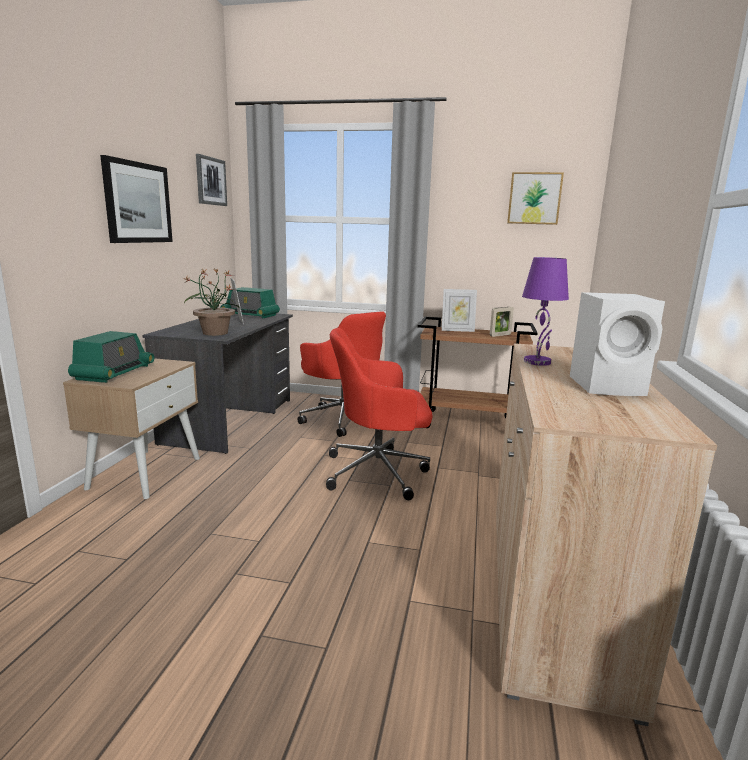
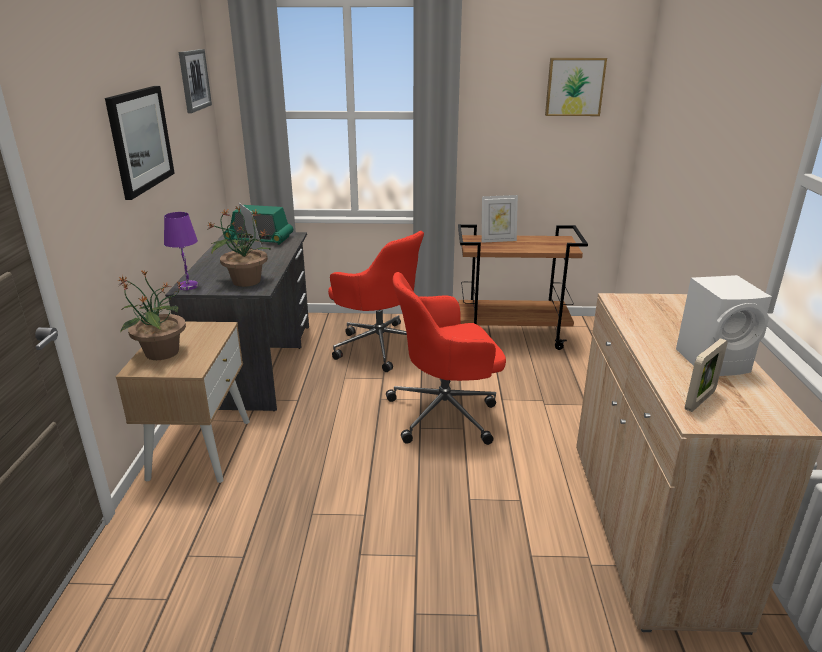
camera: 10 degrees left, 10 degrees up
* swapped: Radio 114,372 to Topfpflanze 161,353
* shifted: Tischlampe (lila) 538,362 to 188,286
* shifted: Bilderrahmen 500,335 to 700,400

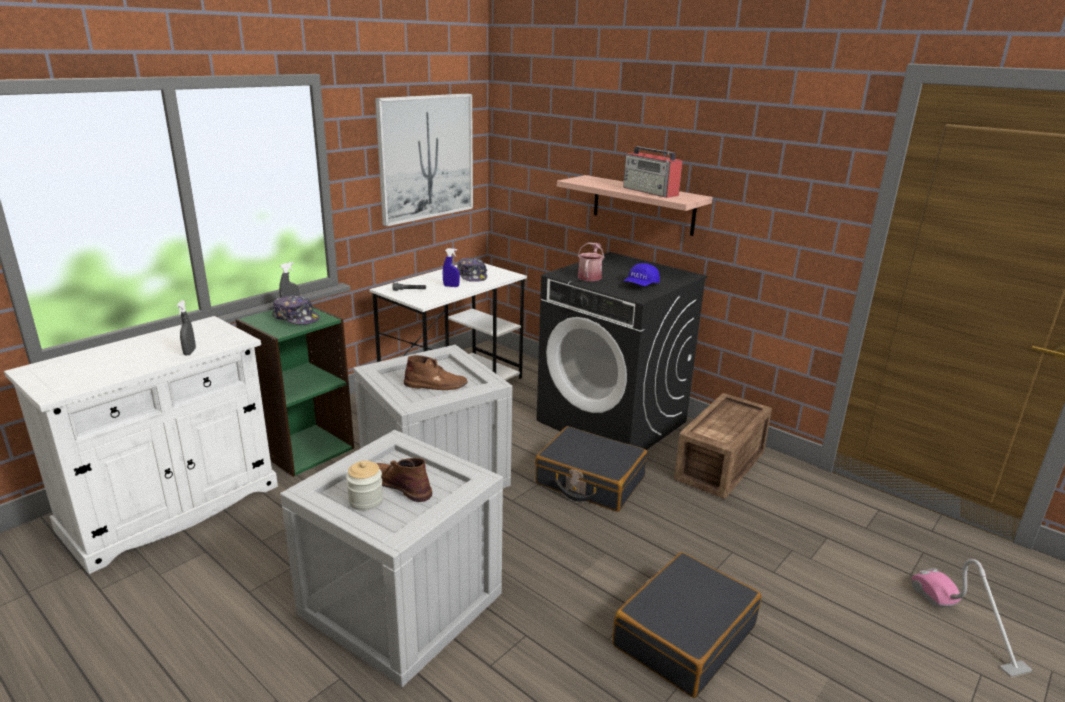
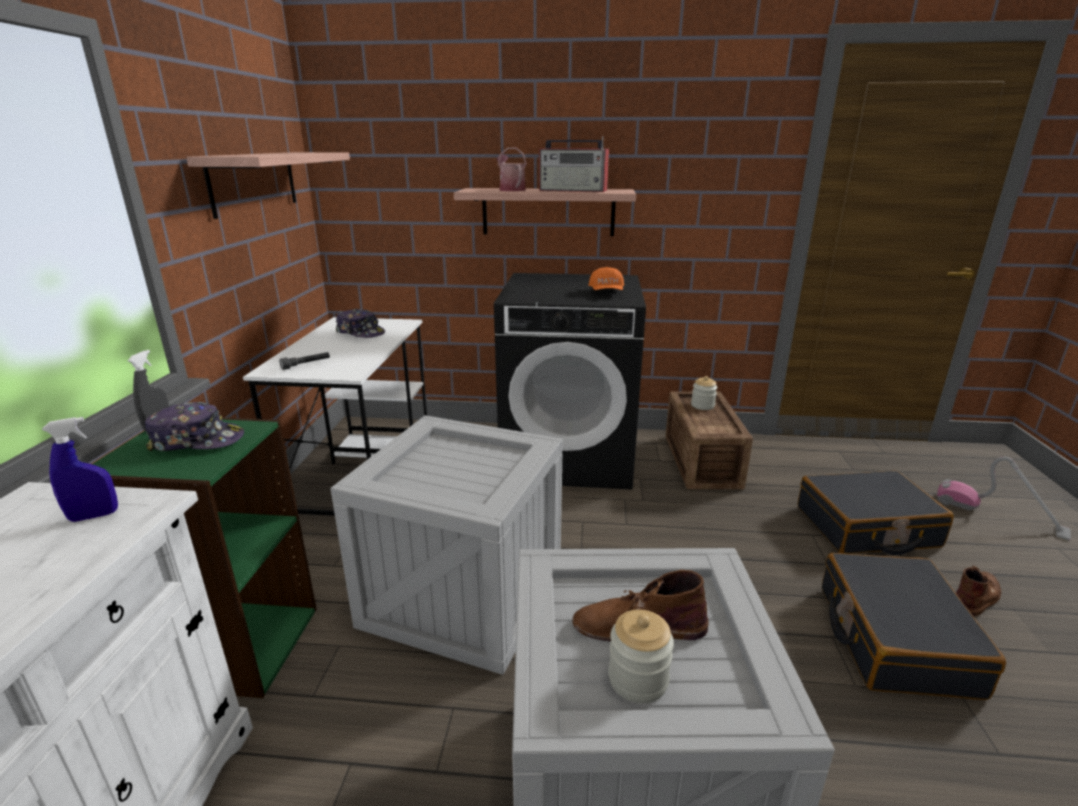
camera: 35 degrees left, 0 degrees up
* shifted: Sprühflasche (blau) 451,286 to 94,516
* swapped: Bild 426,157 to Wandregal 254,182
* shifted: Gießkanne 590,276 to 511,189
* repainted: Kappe (blau) 640,285 to Kappe (orange) 606,292
* new: Vorratsglas 702,405
* shifted: Koffer (schwarz) 589,481 to 866,527
* shifted: Stiefel (braun) 436,385 to 975,597
* gone: Sprühflasche (grau) 190,352

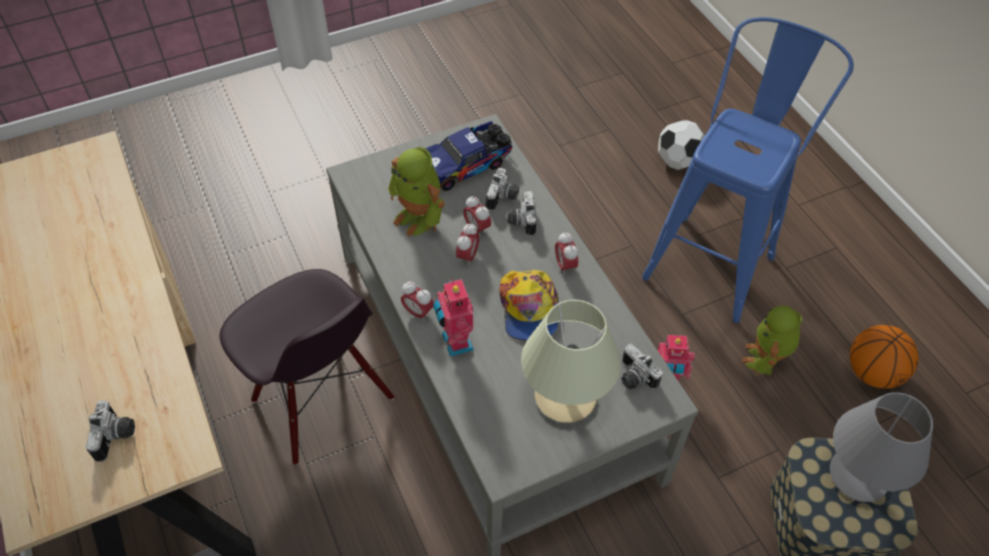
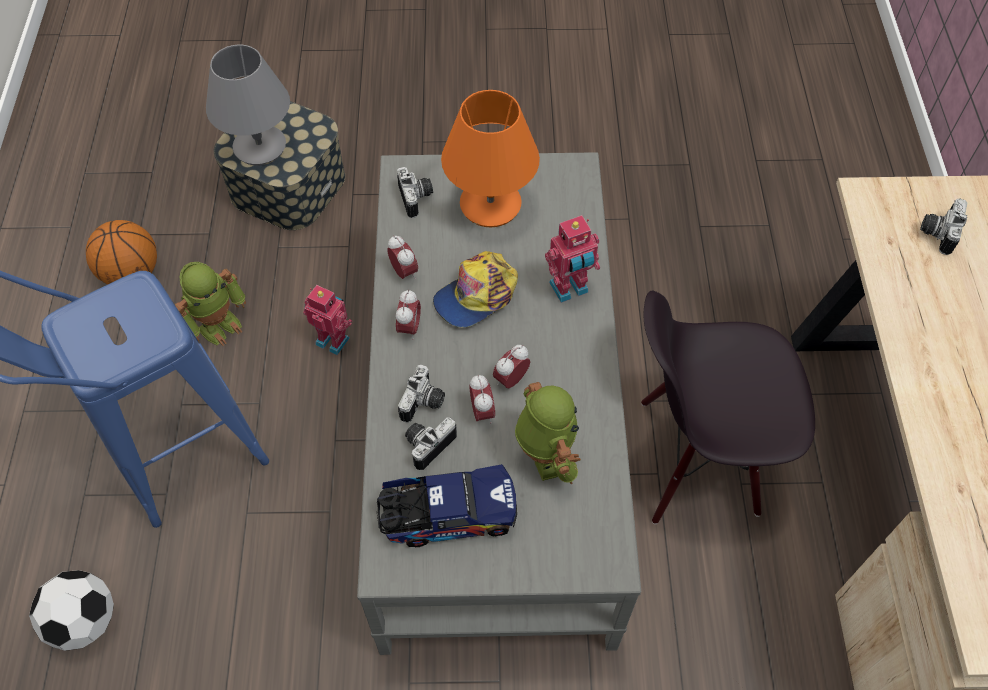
camera: 155 degrees left, 5 degrees up
* shifted: Wecker 418,312 to 404,272
* rotated: Kappe 529,309 = 476,295 150 degrees counterclockwise
* repainted: Tischlampe (beige) 564,397 to Tischlampe (orange) 491,205
* rotated: Spielzeugroboter 455,342 = 570,289 60 degrees clockwise
* rotated: Stuhl (schwarz) 321,401 = 697,459 75 degrees counterclockwise

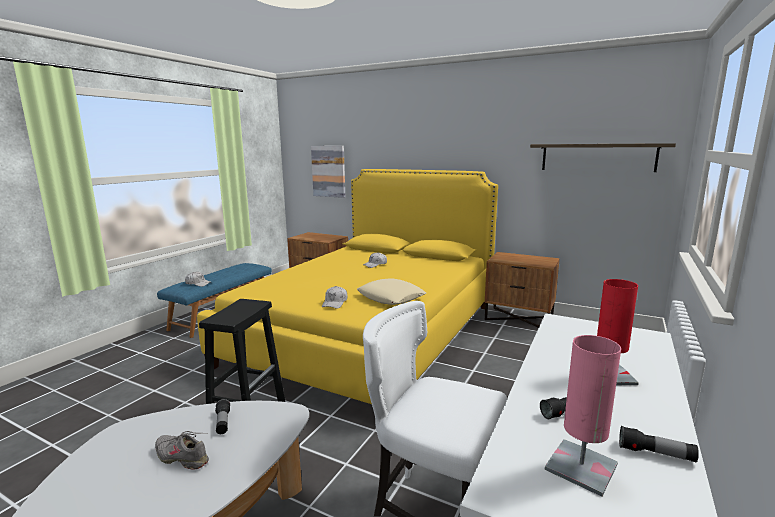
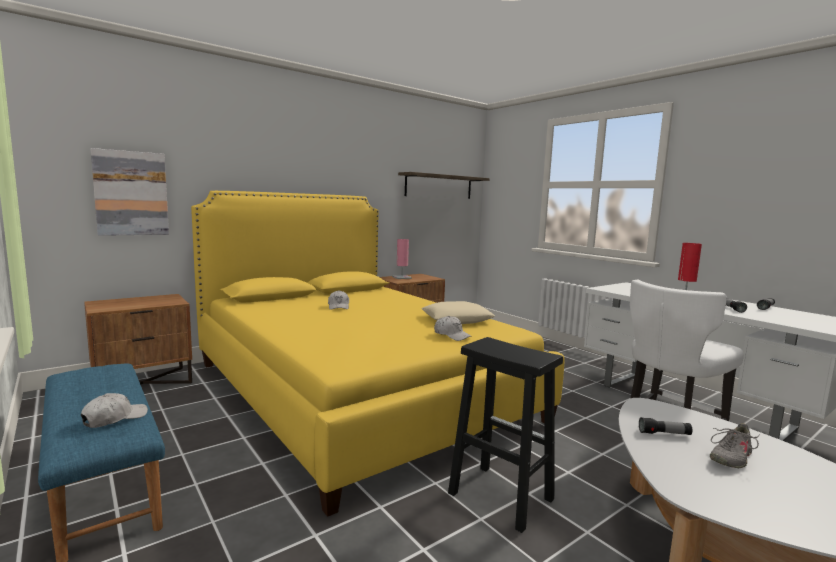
camera: 65 degrees left, 5 degrees down
* shifted: Tischlampe (rosa) 581,467 to 401,277

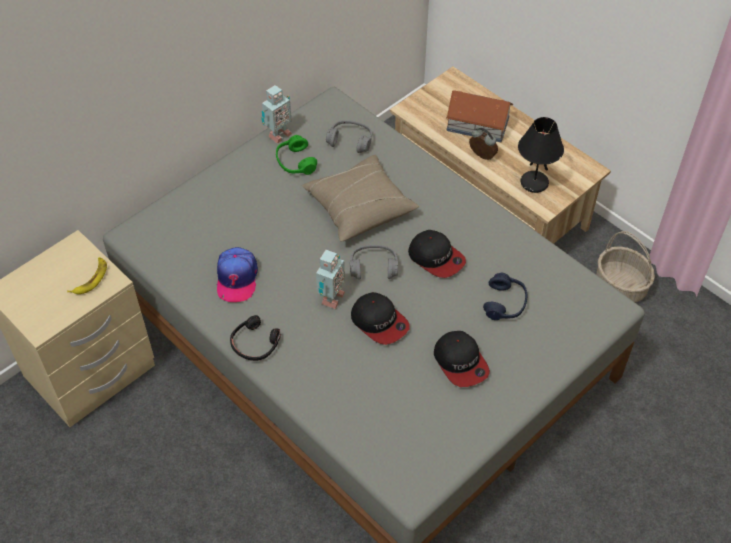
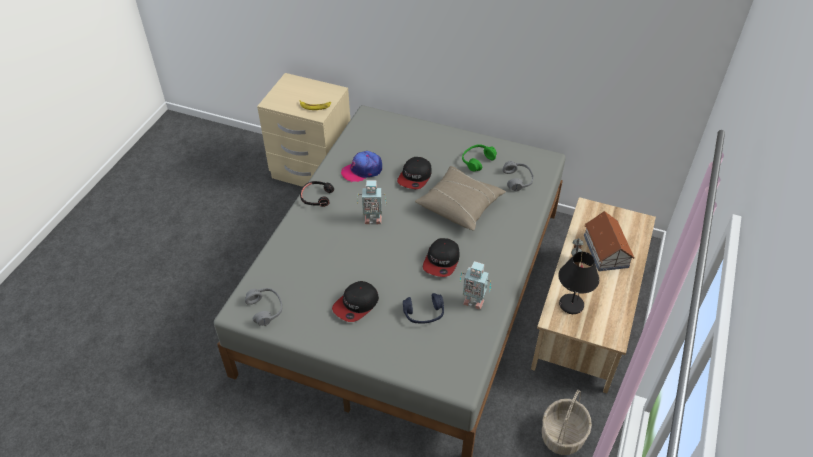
camera: 65 degrees right, 5 degrees down
* shifted: Kopfhörer (grau) 373,267 to 265,309
* shifted: Kappe 379,322 to 415,177
* shifted: Spielzeugroboter 278,135 to 473,301

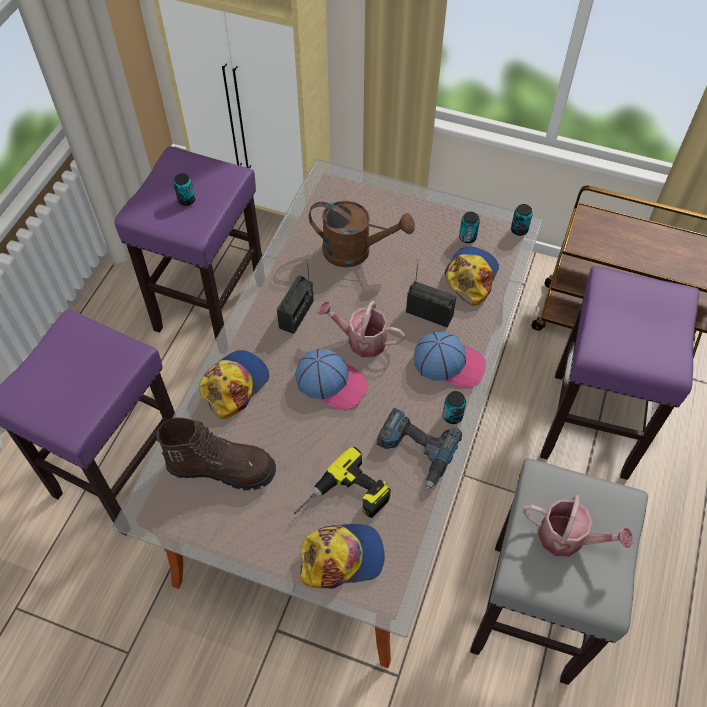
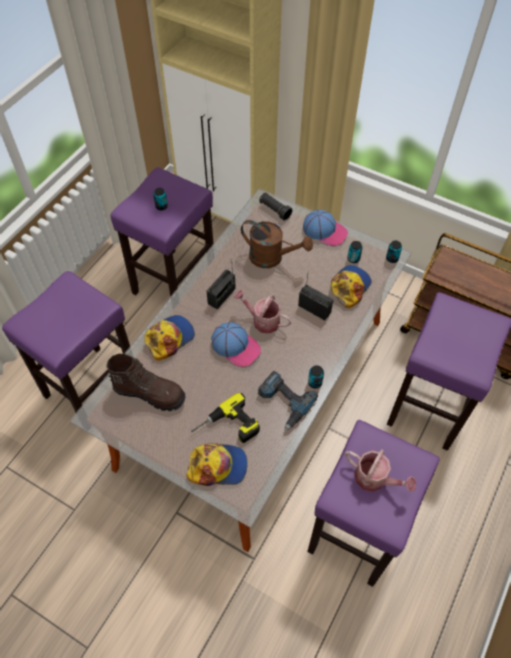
camera: 10 degrees right, 0 degrees up
* new: Taschenlampe (schwarz) 274,210
* shifted: Kappe 449,363 to 325,231
* repainted: Hocker (grau) 531,612 to Hocker (lila) 356,532

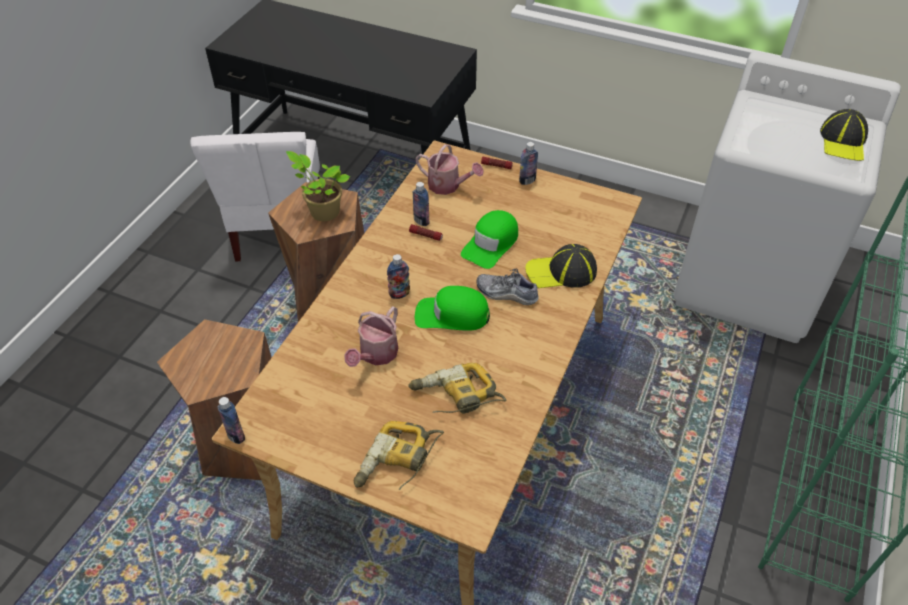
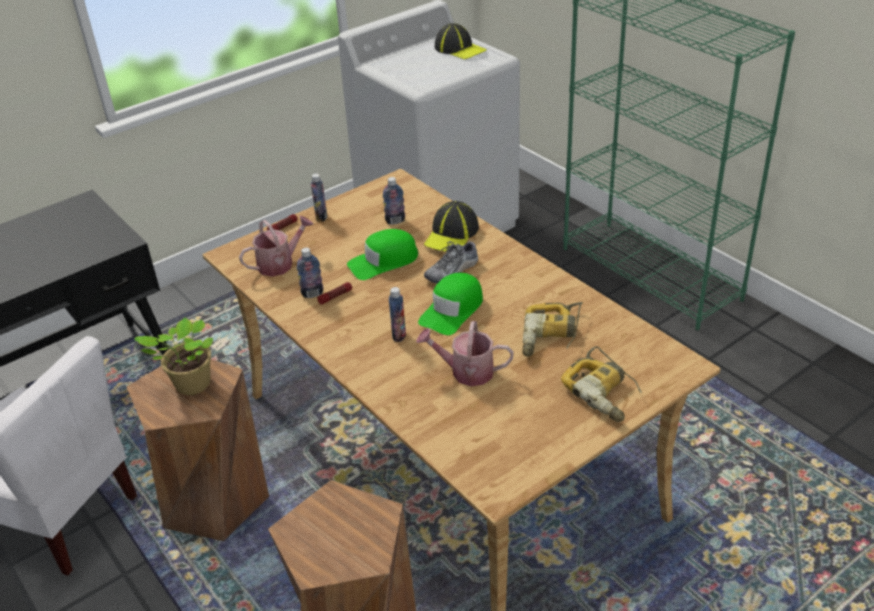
camera: 60 degrees left, 10 degrees down
* rotated: Kappe (grün) 491,244 = 383,261 90 degrees clockwise
* shifted: Flasche 236,435 to 395,221
* rotated: Gießkanne 376,355 = 466,371 135 degrees clockwise

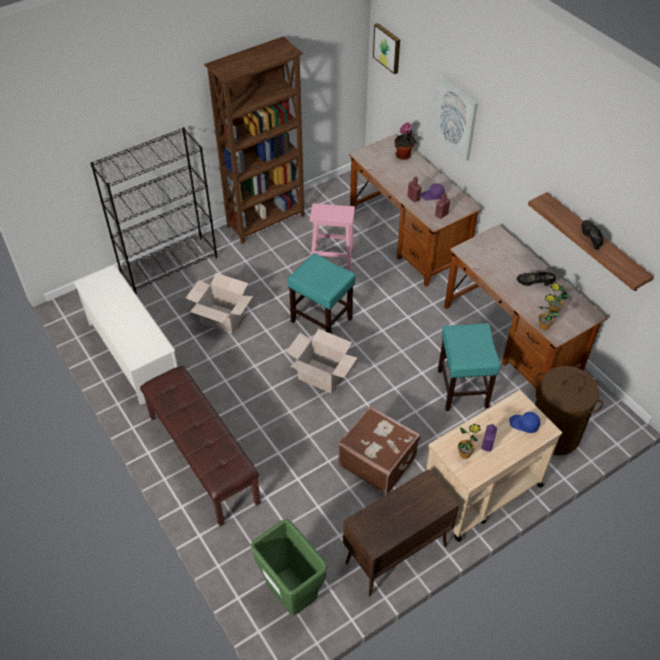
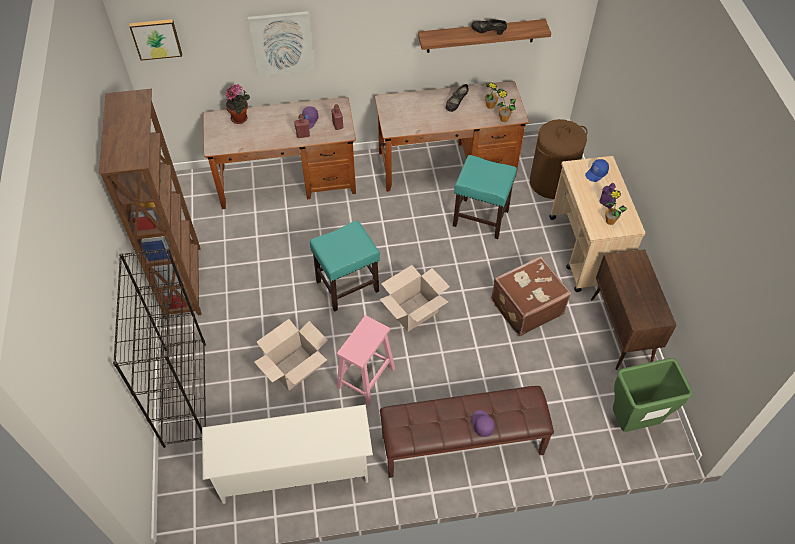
camera: 65 degrees left, 5 degrees up
* shifted: Hocker (rosa) 331,258 to 365,378
* new: Kappe (lila) 482,424

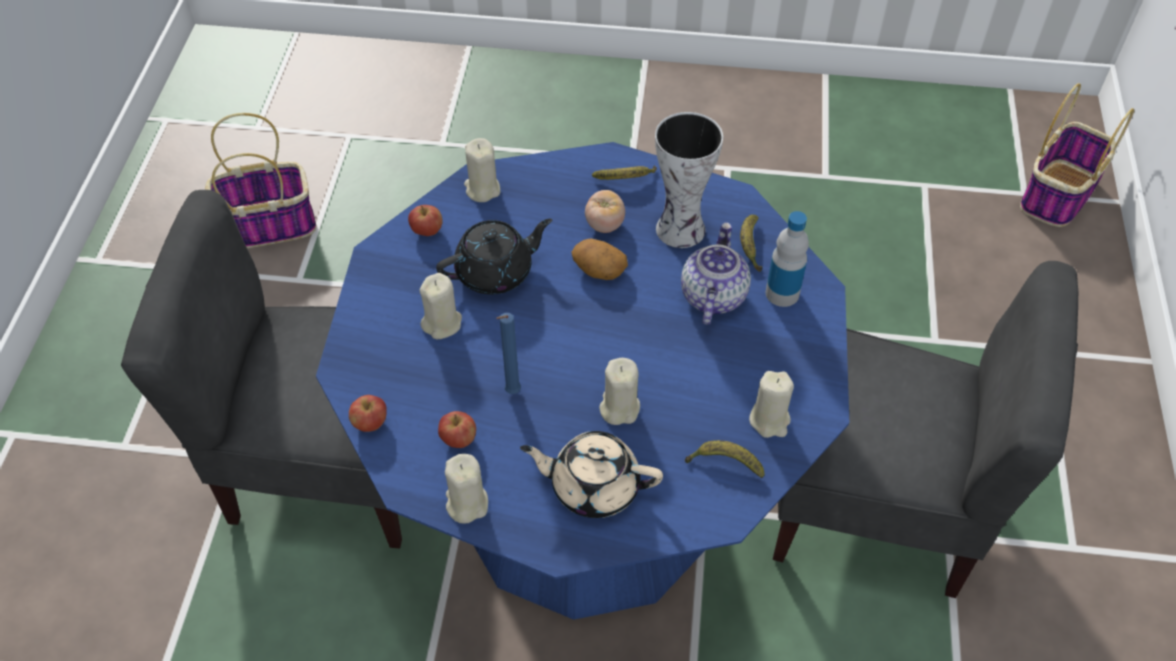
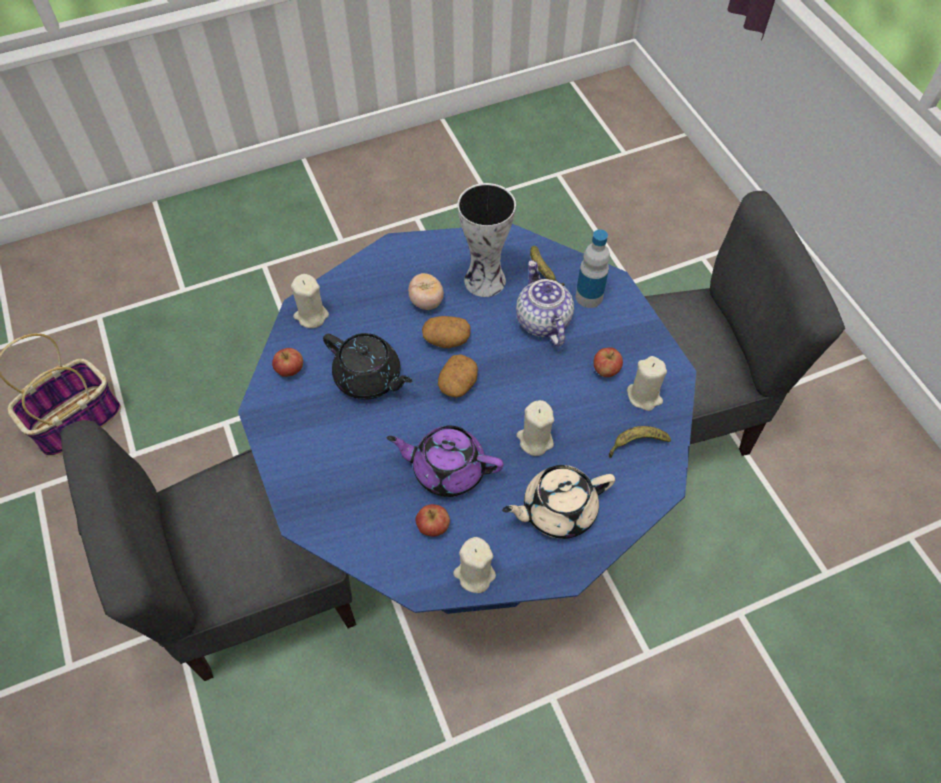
camera: 30 degrees left, 5 degrees up
* rotated: Teekanne (schwarz) 496,272 = 369,378 90 degrees clockwise
* swapped: Kerze (blau) 511,393 to Teekanne (lila) 447,469
* new: Kartoffel 458,384
* shifted: Apfel 370,423 to 605,370
* gone: Kerze (beige) 442,323
* gone: Banane 626,179
* gone: Korb 1057,195

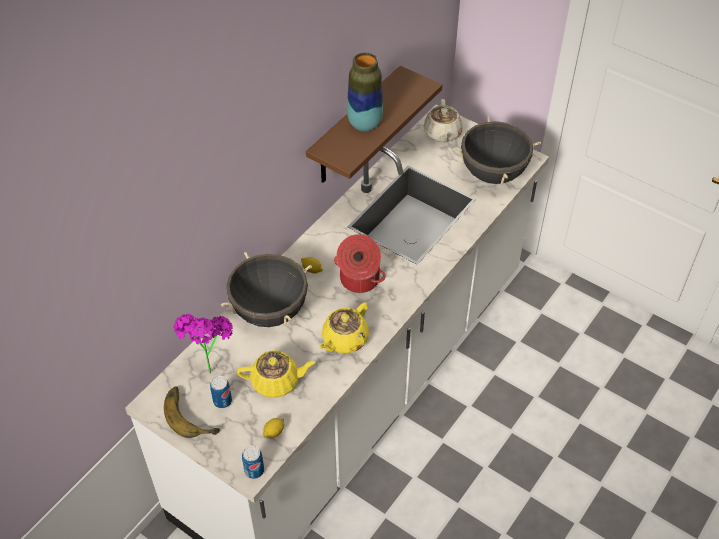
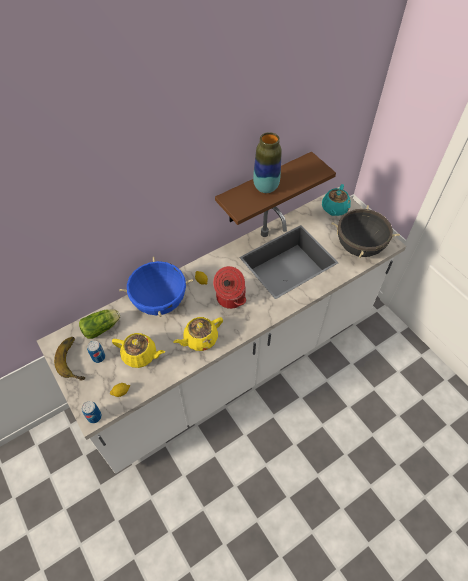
camera: 20 degrees right, 5 degrees up
* swapped: Topfpflanze 208,364 to Salatkopf 102,327
* repainted: Kochtopf (schwarz) 269,311 to Kochtopf (blau) 160,302
* repainted: Teekanne (beige) 442,134 to Teekanne (türkis) 334,209

